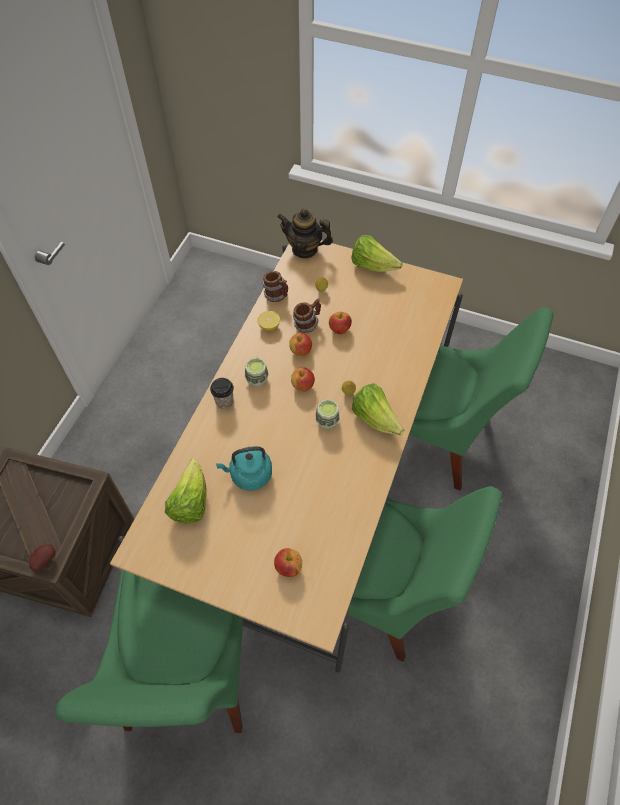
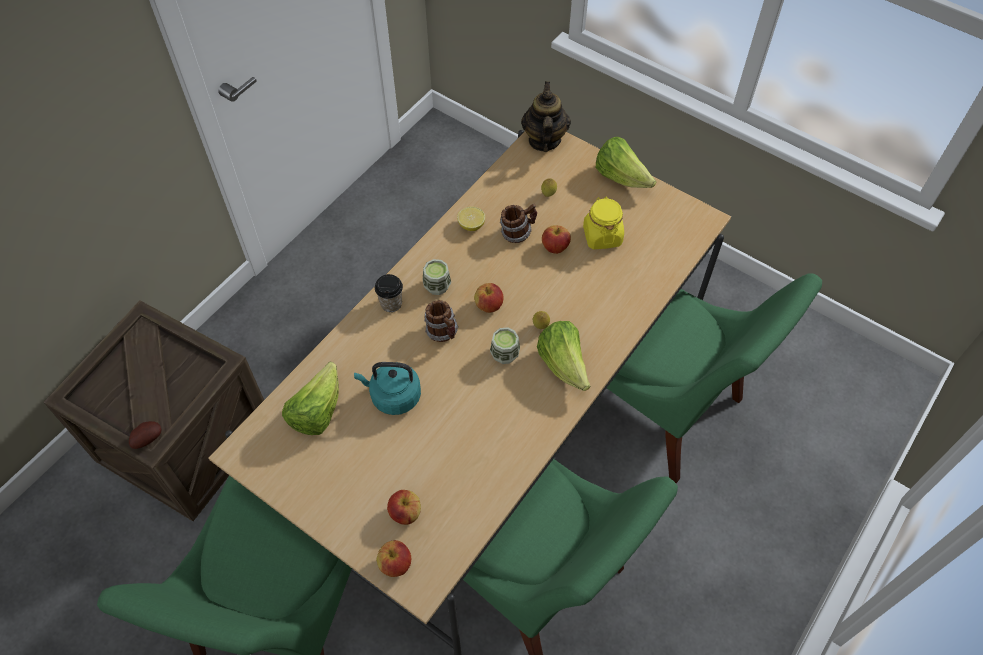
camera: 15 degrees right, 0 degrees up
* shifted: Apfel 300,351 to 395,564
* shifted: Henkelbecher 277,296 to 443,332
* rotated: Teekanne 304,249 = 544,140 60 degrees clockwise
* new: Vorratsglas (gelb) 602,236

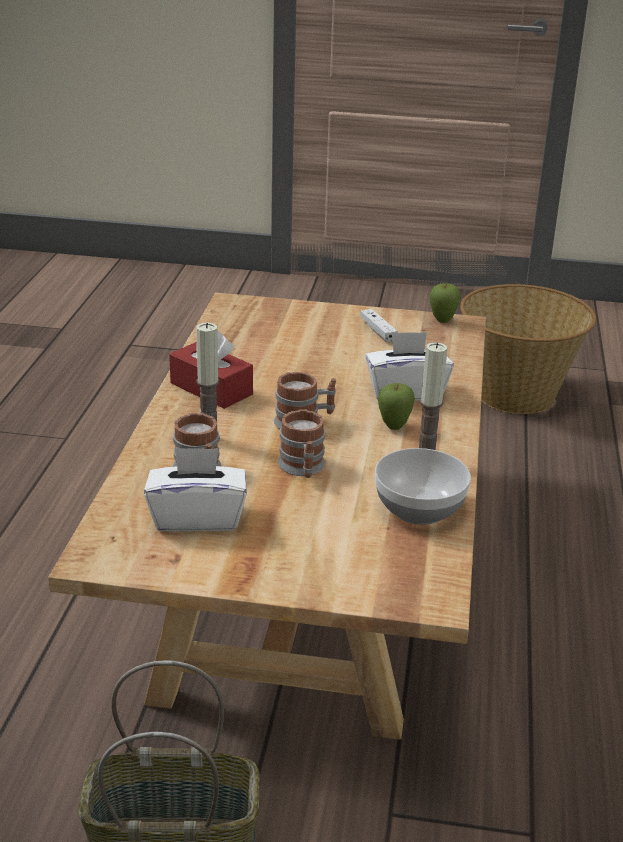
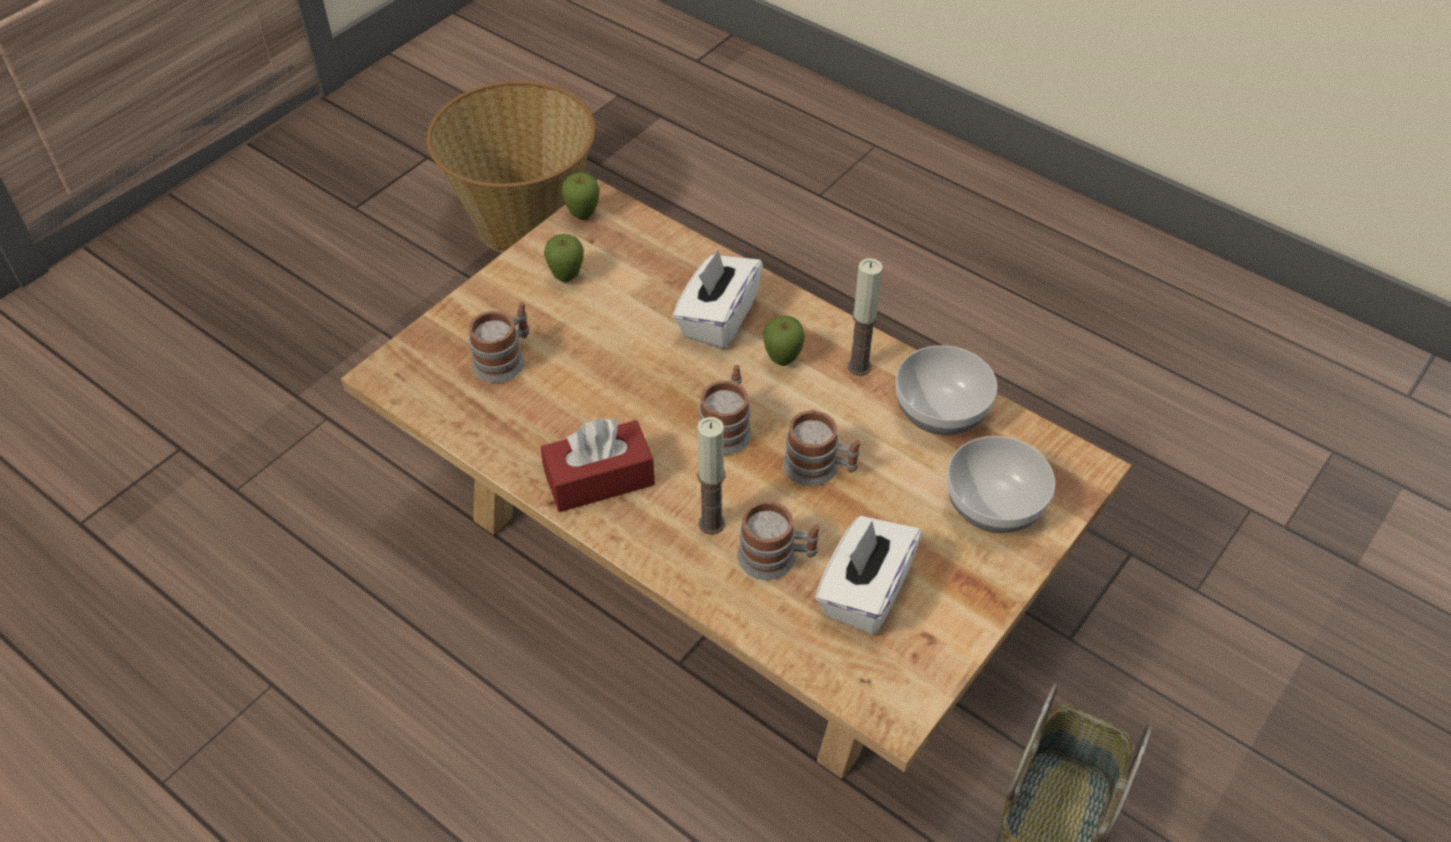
camera: 60 degrees left, 20 degrees up
* new: Henkelbecher 505,359
* swapped: Gamepad (weiß) 378,331 to Apfel 567,278
* new: Schüssel 994,505

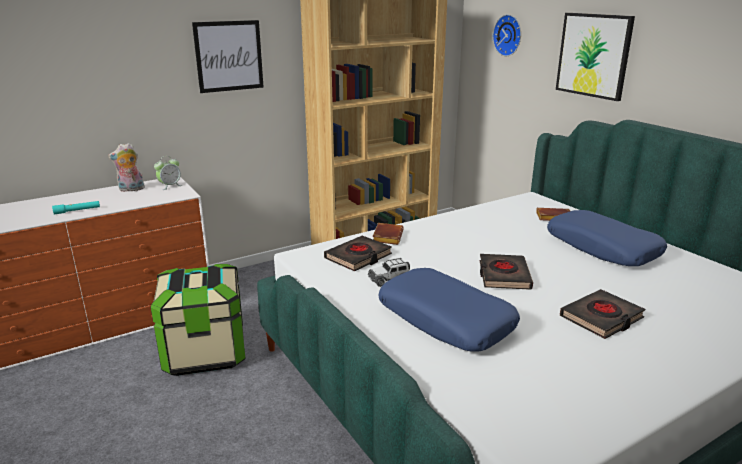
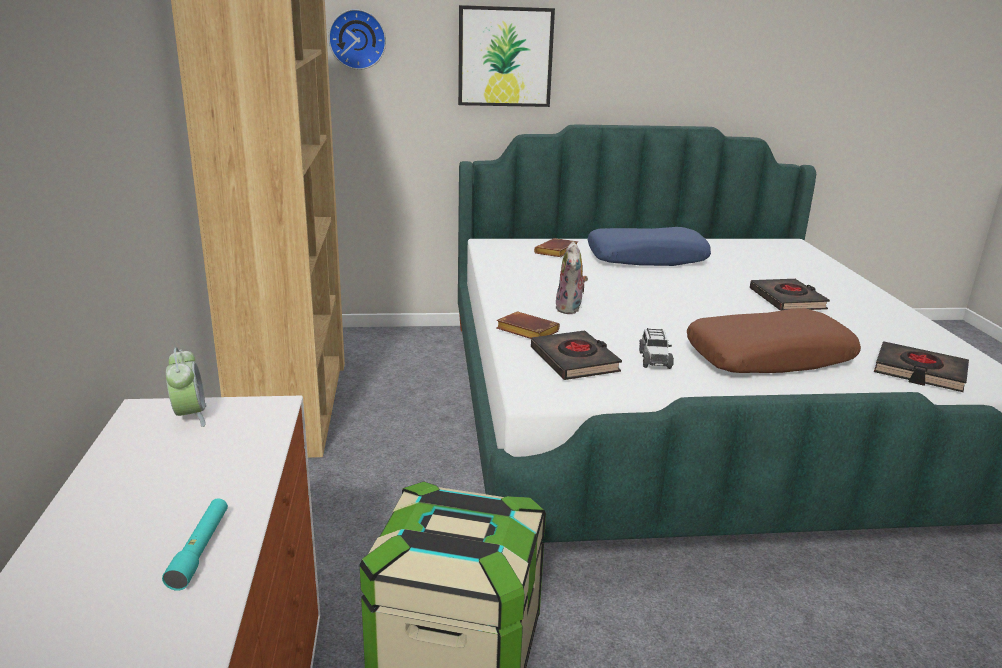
camera: 65 degrees left, 0 degrees up
* shifted: Plüschtier 131,189 to 570,309
* repainted: Kissen (blau) 446,320 to Kissen (braun) 768,357
* shifted: Buch (schwarz) 503,276 to 919,372
* gone: Bild 229,56

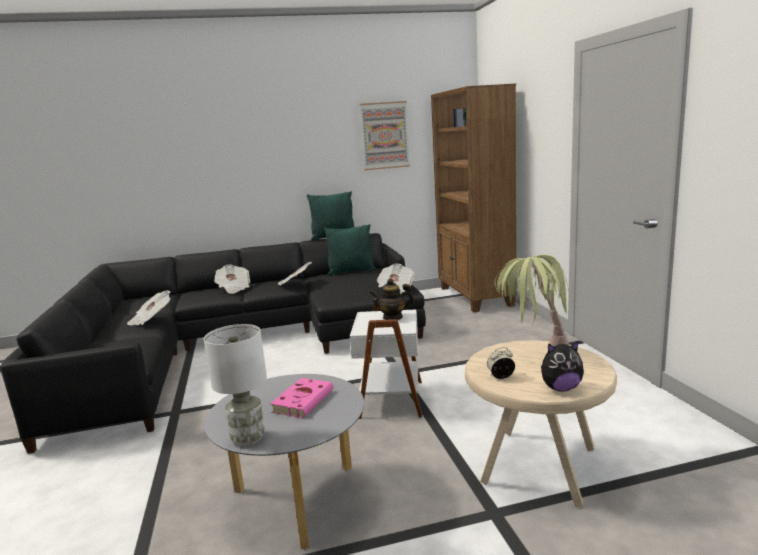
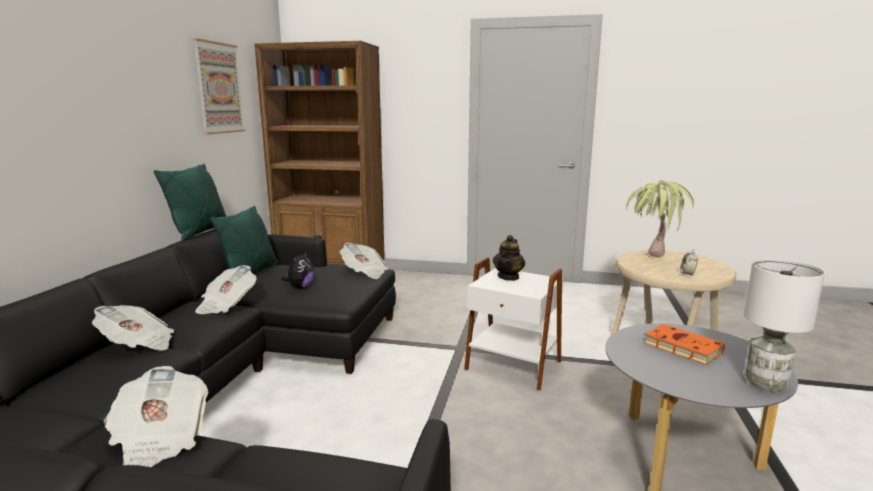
camera: 65 degrees left, 0 degrees up
* shifted: Plüschtier 560,388 to 300,287
* repainted: Buch (rosa) 304,400 to Buch (orange) 680,347

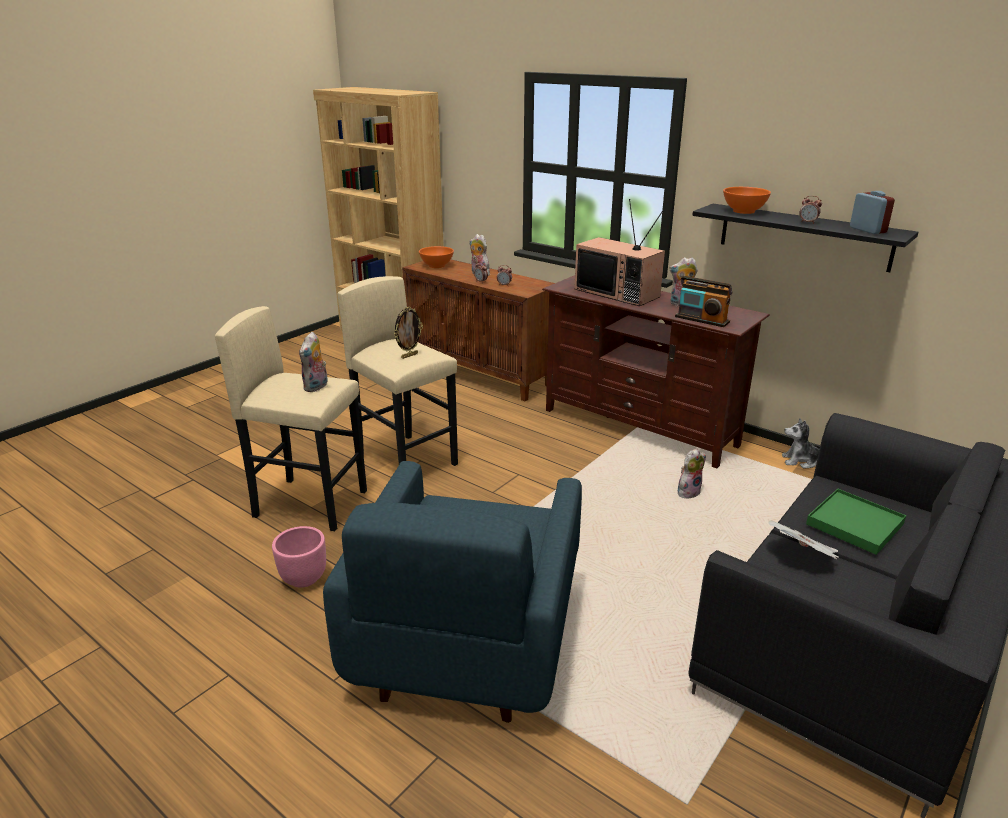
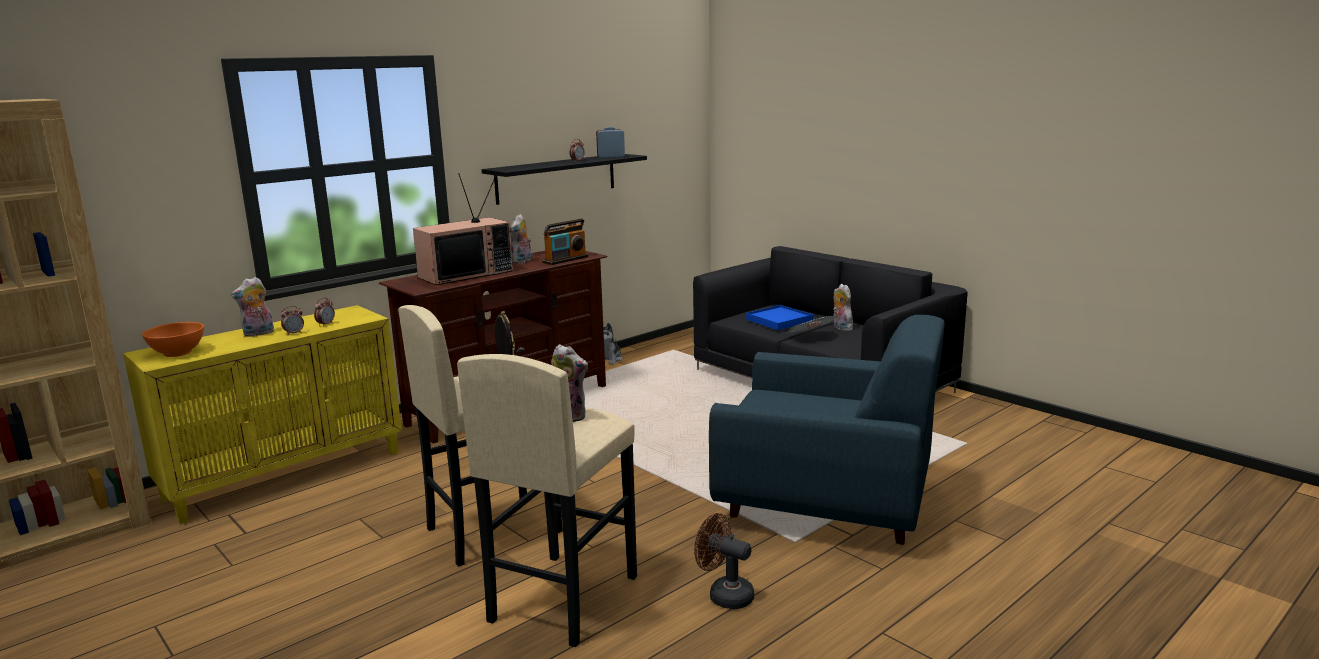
camera: 80 degrees left, 10 degrees down
* repainted: Schrank (braun) 481,373 to Schrank (gelb) 286,474
* swapped: Pflanzkübel (rosa) 303,578 to Ventilator (braun) 724,595
* repainted: Tablett (grün) 855,524 to Tablett (blau) 779,320
* shifted: Plüschtier 688,492 to 840,328
* gone: Schüssel (orange) 743,211

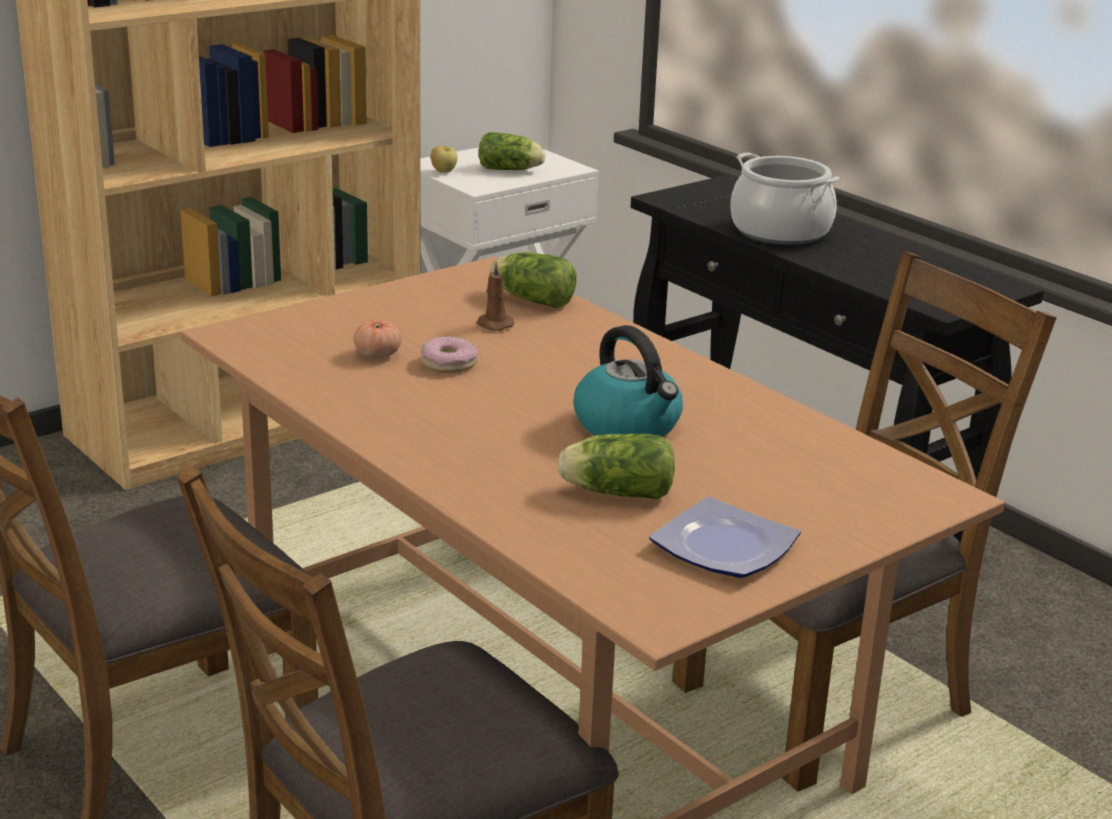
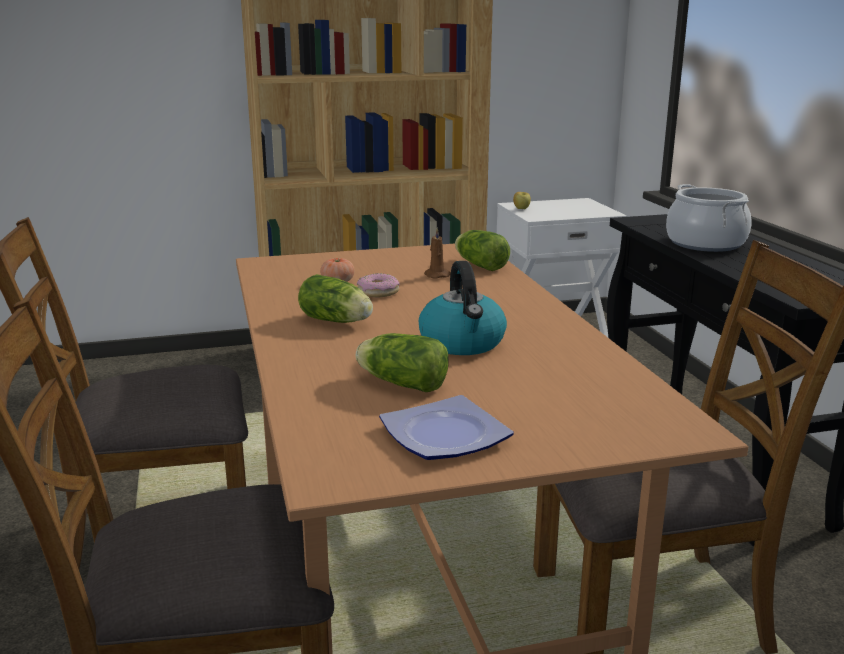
camera: 25 degrees right, 5 degrees down
* shifted: Salatkopf 511,170 to 338,321

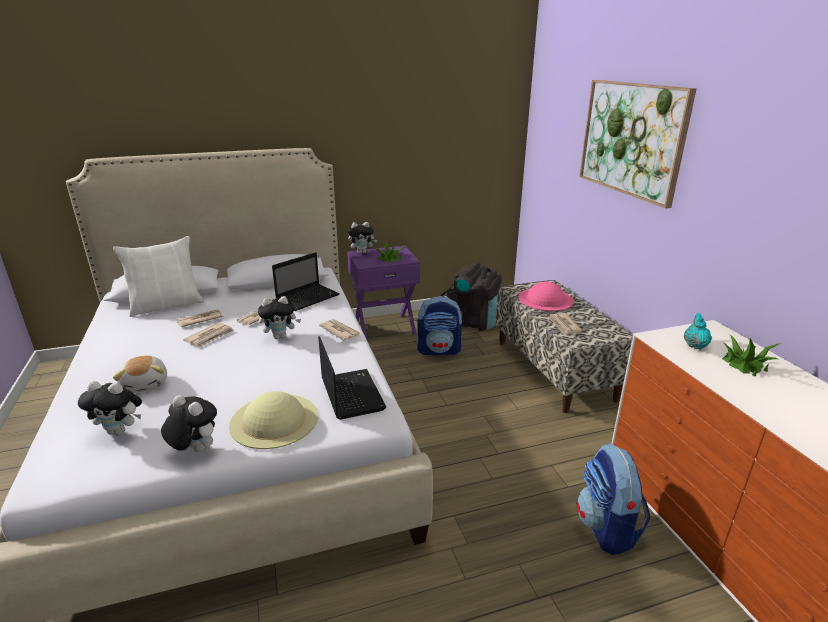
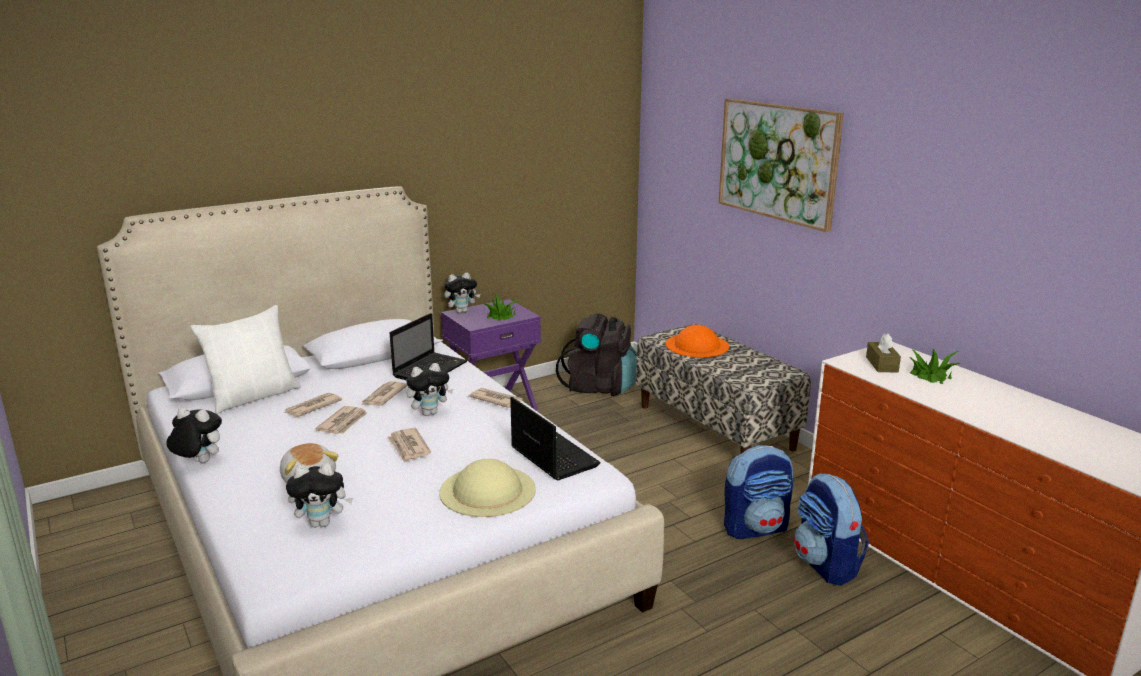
camera: 15 degrees left, 5 degrees down
* shifted: Plüschtier 194,450 to 198,462
* shifted: Zeitung 564,325 to 408,447
* repainted: Hut (rosa) 545,299 to Hut (orange) 697,345
* shifted: Rucksack 439,350 to 756,528
* swapped: Teekanne (türkis) 694,345 to Taschentuchbox (braun) 881,364

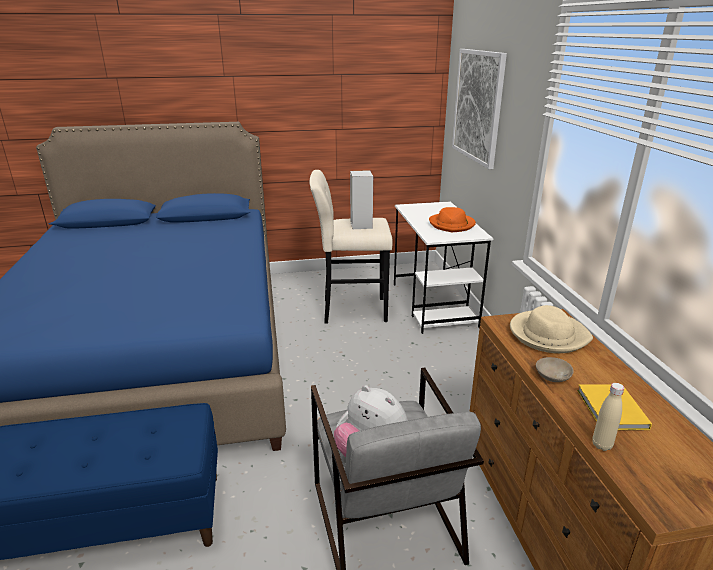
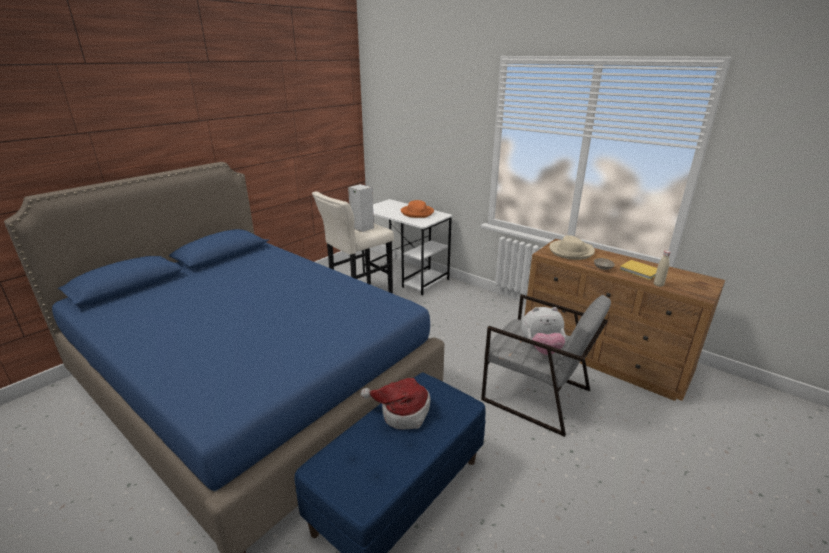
camera: 40 degrees left, 0 degrees up
* new: Hut 402,412
* gone: Bild 478,106

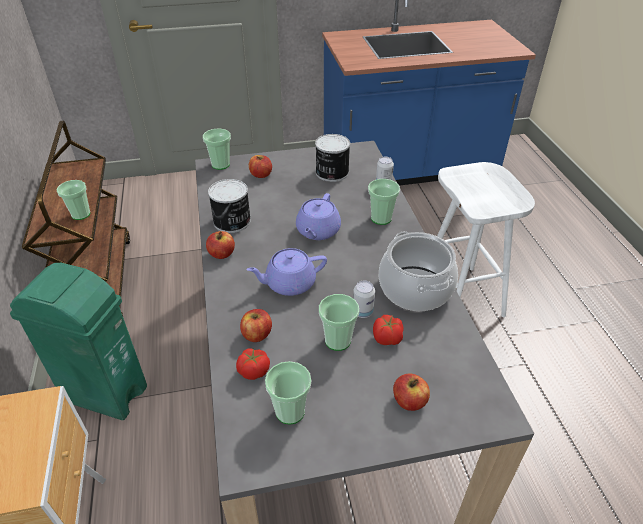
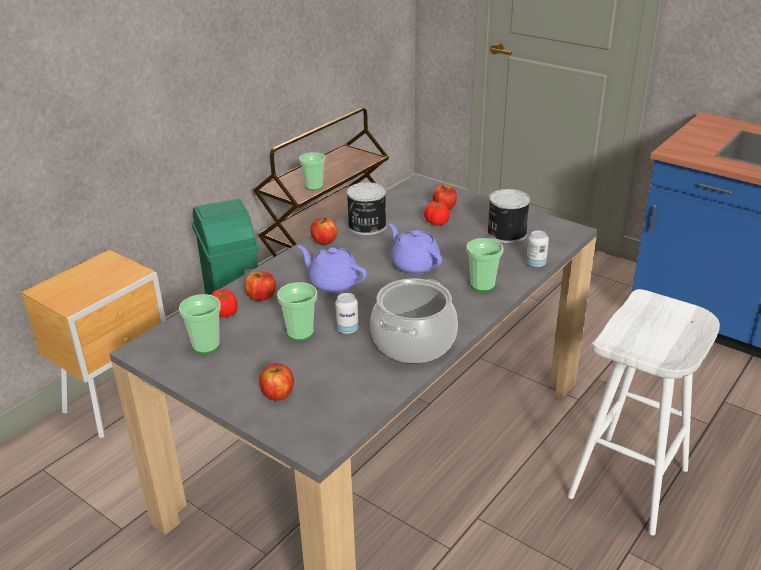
camera: 50 degrees right, 10 degrees down
* rotated: Teekanne (lila) 317,231 = 414,265 75 degrees clockwise
* shifted: Tomate 387,339 to 436,223
* gone: Tasse 220,164

